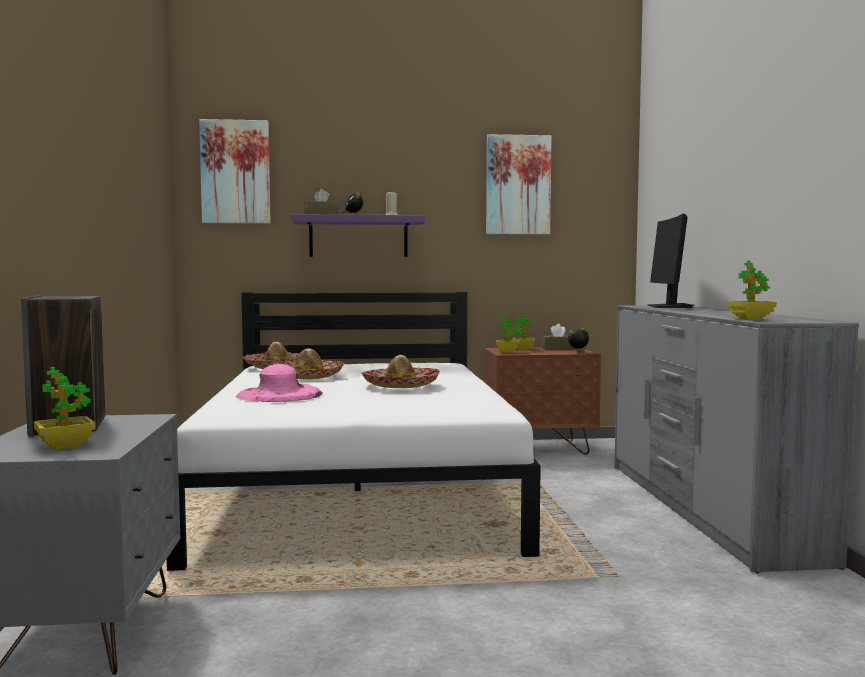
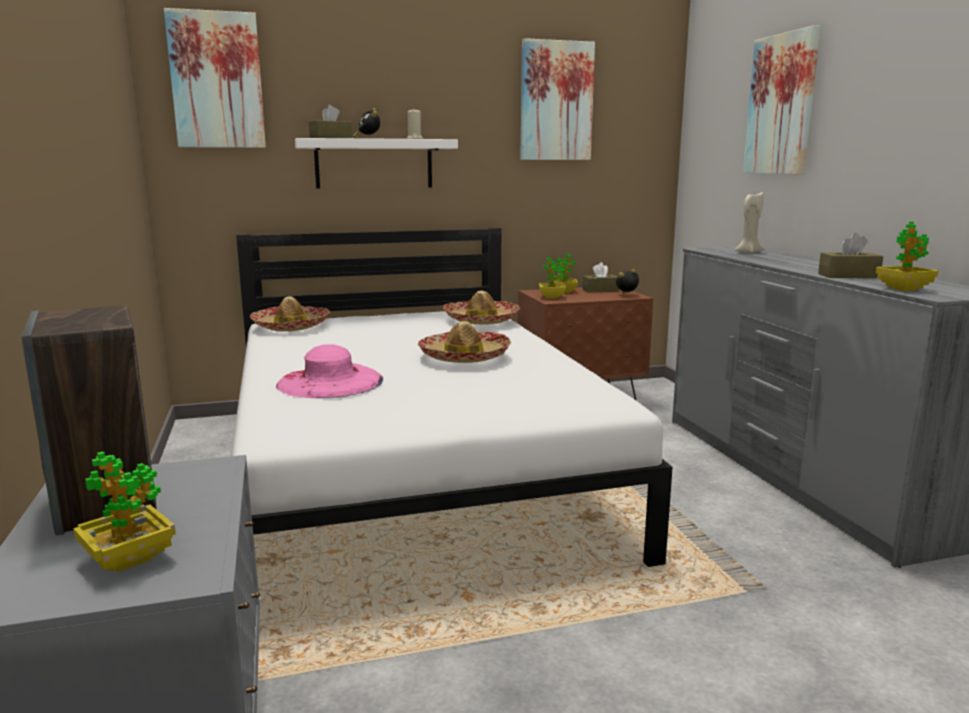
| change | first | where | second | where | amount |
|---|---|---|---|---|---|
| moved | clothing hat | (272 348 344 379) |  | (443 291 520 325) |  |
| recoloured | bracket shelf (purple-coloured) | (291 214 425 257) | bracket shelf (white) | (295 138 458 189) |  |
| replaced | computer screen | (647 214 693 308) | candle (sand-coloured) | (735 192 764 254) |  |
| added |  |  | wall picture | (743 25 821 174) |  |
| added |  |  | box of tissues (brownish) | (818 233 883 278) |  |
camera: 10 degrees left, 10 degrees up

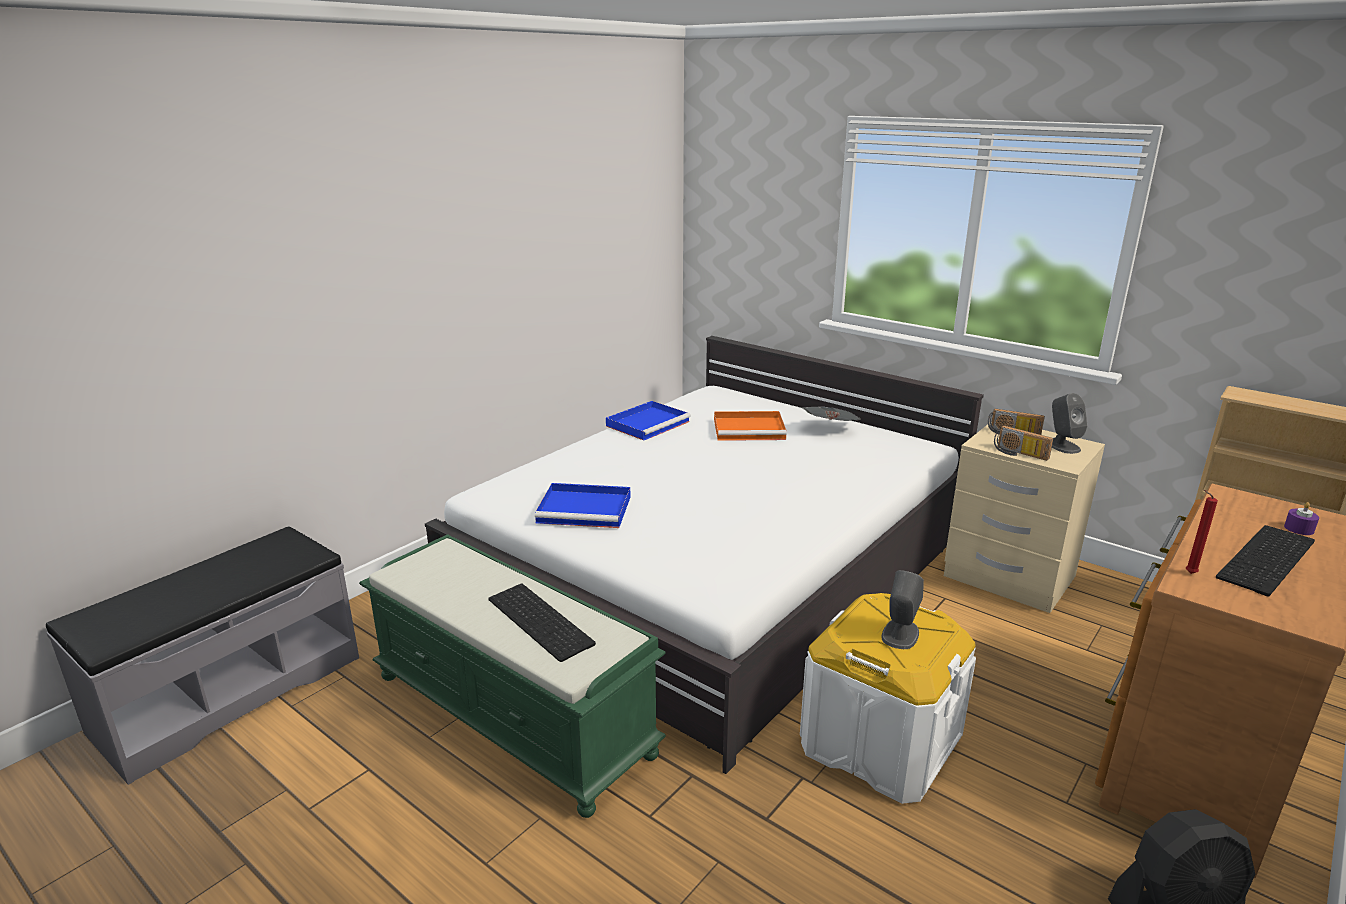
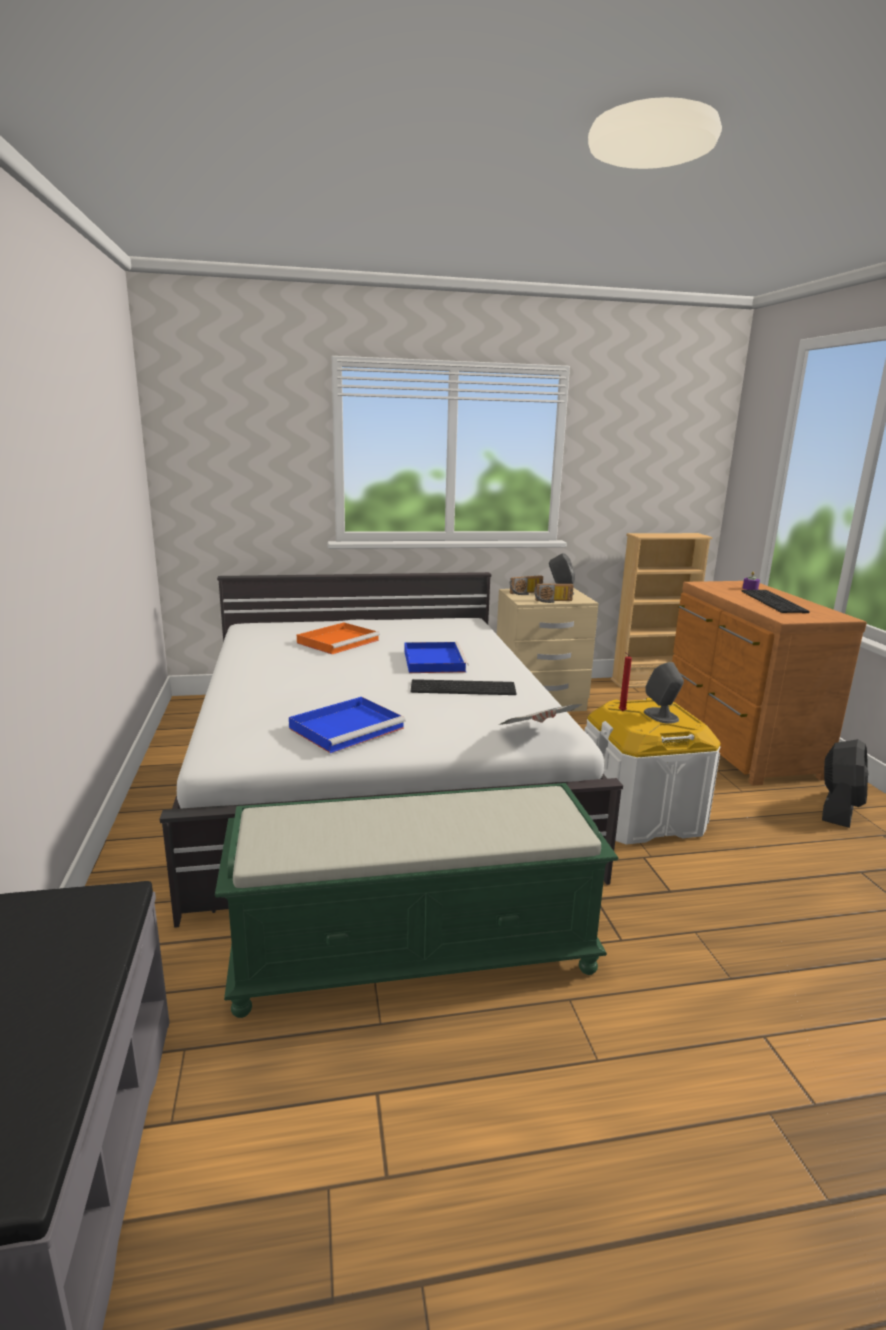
| change | first | where | second | where | amount |
|---|---|---|---|---|---|
| moved | PC keyboard | (488 583 596 662) |  | (411 679 516 695) |  |
| moved | tray (blue) | (606 401 691 440) |  | (404 642 469 673) |  |
| moved | printed paper | (801 407 861 421) |  | (500 704 582 725) |  |
| moved | candle (reddish) | (1186 490 1218 574) |  | (619 652 632 711) |  |
camera: 50 degrees left, 5 degrees down

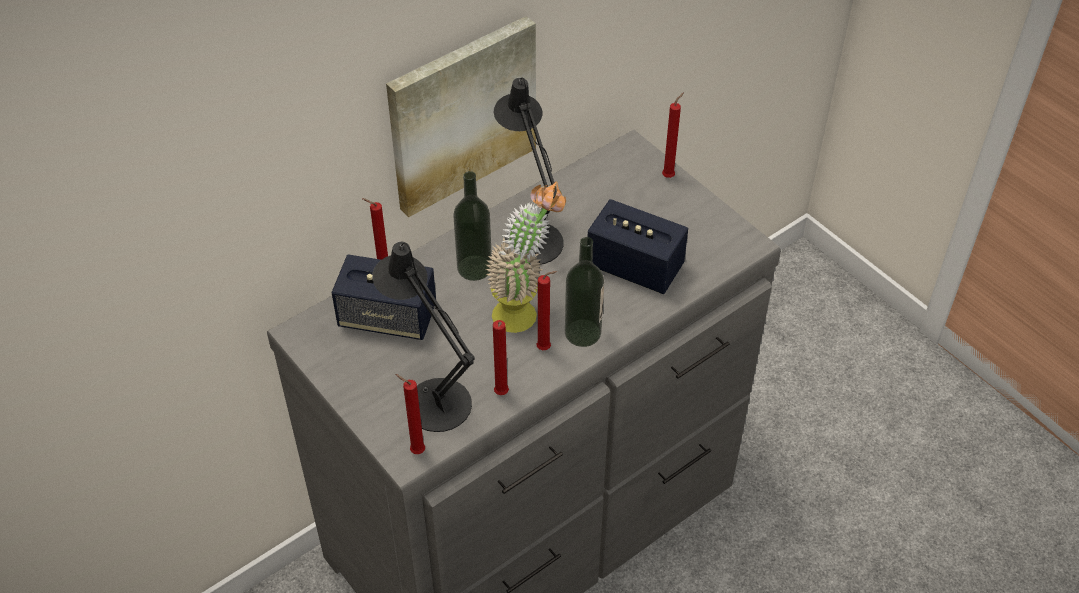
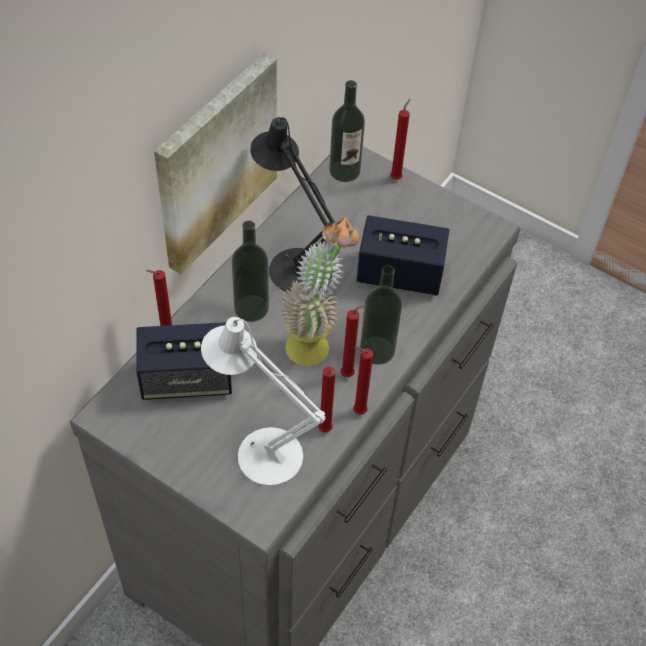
| change | first | where | second | where | amount |
|---|---|---|---|---|---|
| recoloured | lamp for a table (black-coloured) | (372 242 475 432) | lamp for a table (white) | (201 317 326 486) |  |
| moved | candle (reddish) | (395 374 425 454) |  | (353 347 373 415) |  |
| added |  |  | bottle | (329 80 365 182) |  |
camera: 20 degrees left, 5 degrees up

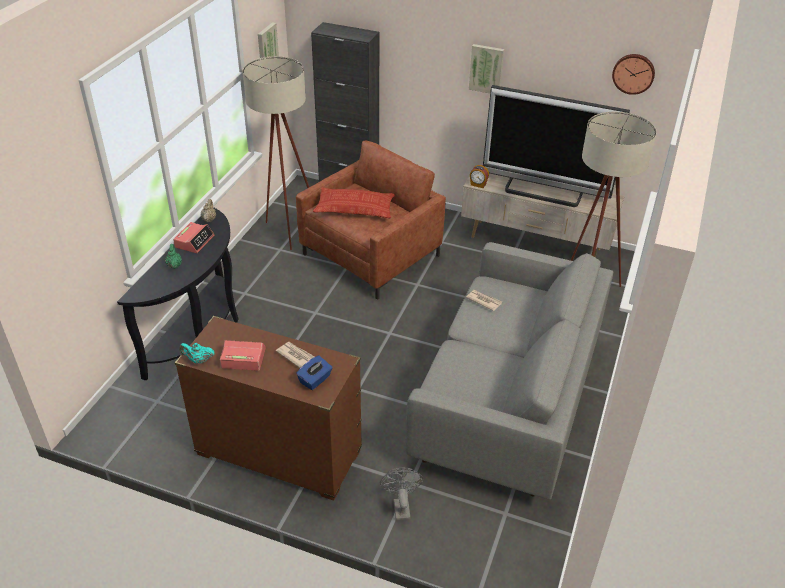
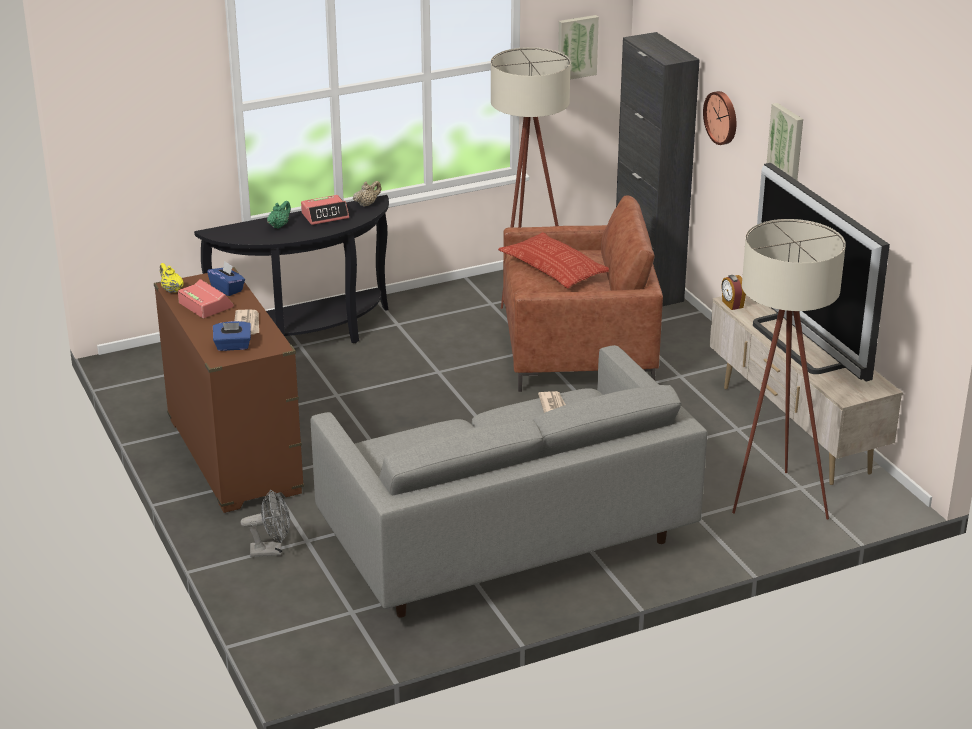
| change | first | where | second | where | amount |
|---|---|---|---|---|---|
| recoloured | teapot (turquoise-coloured) | (180 343 215 364) | teapot (yellow-coloured) | (160 263 184 293) |  |
| turned | cooling fan (greyish) | (380 467 423 521) |  | (240 490 290 557) | 45 degrees clockwise |
| moved | clock on the wall | (612 54 655 95) |  | (703 91 736 145) |  |
| added |  |  | box of tissues (blue) | (207 261 245 296) |  |
camera: 45 degrees right, 10 degrees down

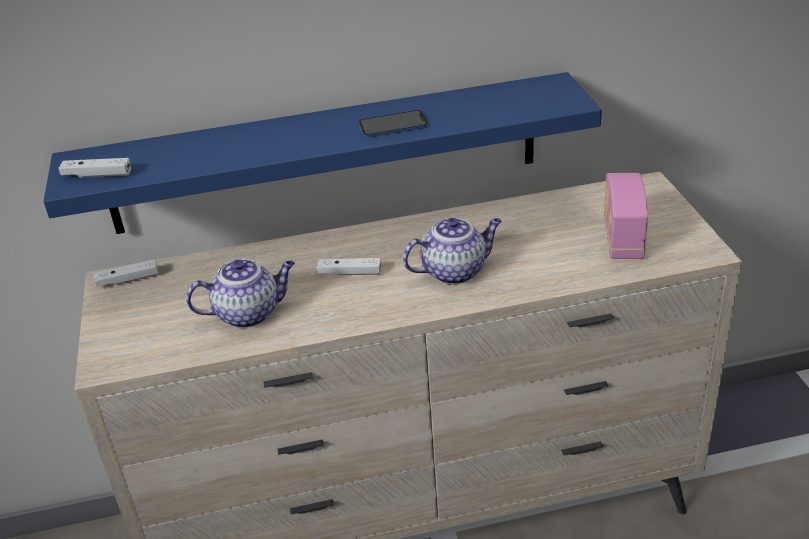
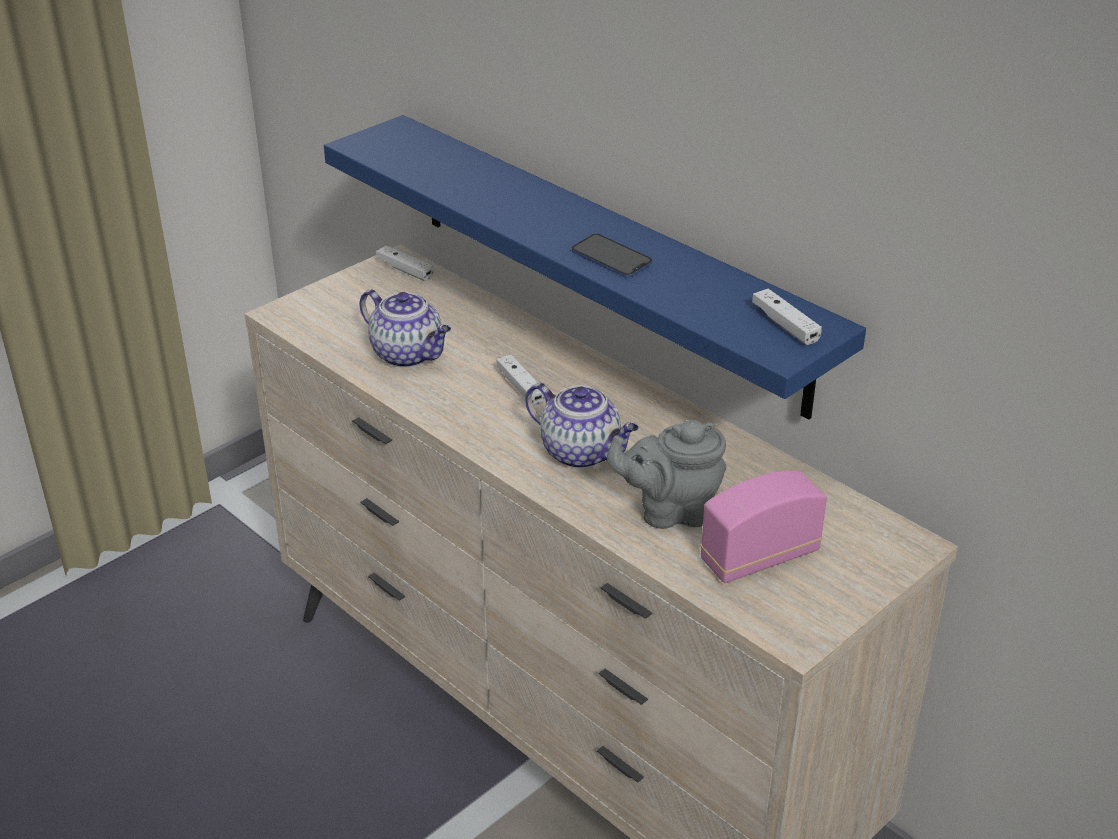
| change | first | where | second | where | amount |
|---|---|---|---|---|---|
| moved | joypad (white) | (58 158 131 178) |  | (752 289 822 345) |  |
| added |  |  | teapot (greyish) | (607 420 726 529) |  |
camera: 55 degrees right, 0 degrees up

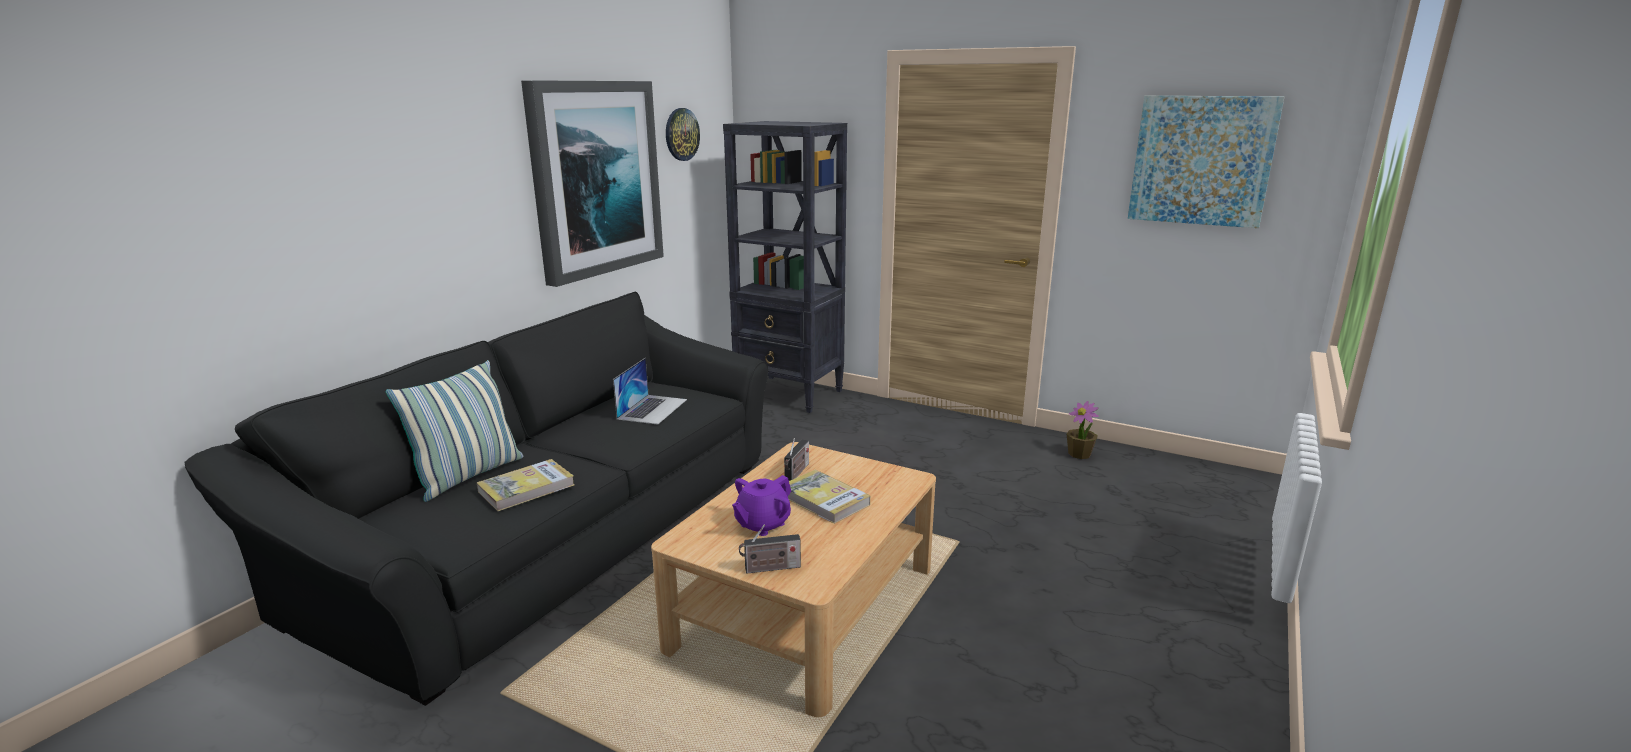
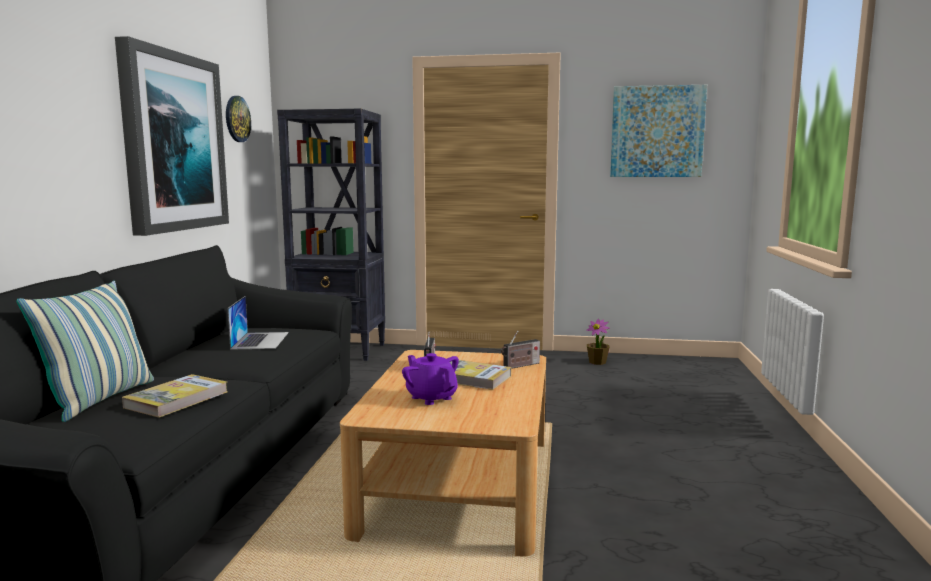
| change | first | where | second | where | amount |
|---|---|---|---|---|---|
| turned | teapot (purple-coloured) | (732 475 791 536) |  | (402 353 459 405) | 120 degrees clockwise |
| moved | radio receiver | (739 525 801 573) |  | (501 331 540 369) |  |
camera: 20 degrees left, 10 degrees down

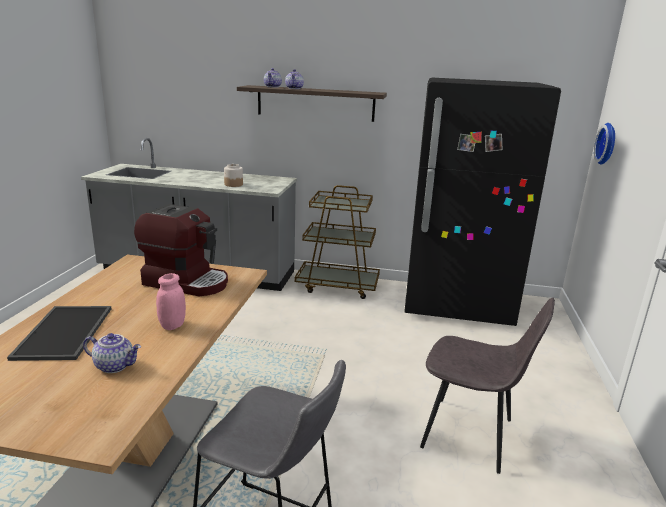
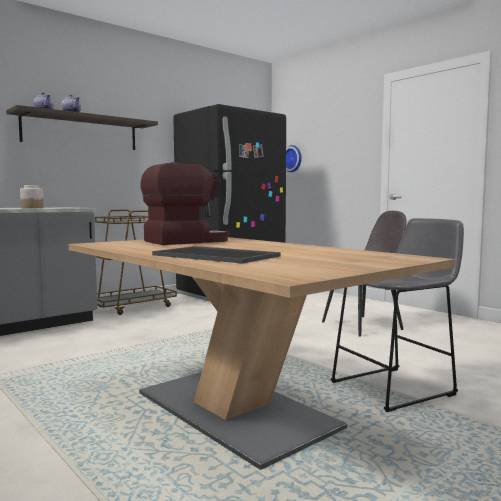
| change | first | where | second | where | amount |
|---|---|---|---|---|---|
| removed | teapot | (83 333 141 373) |  |  |  |
| removed | storage jar (pinkish) | (156 273 186 330) |  |  |  |
camera: 50 degrees left, 15 degrees down

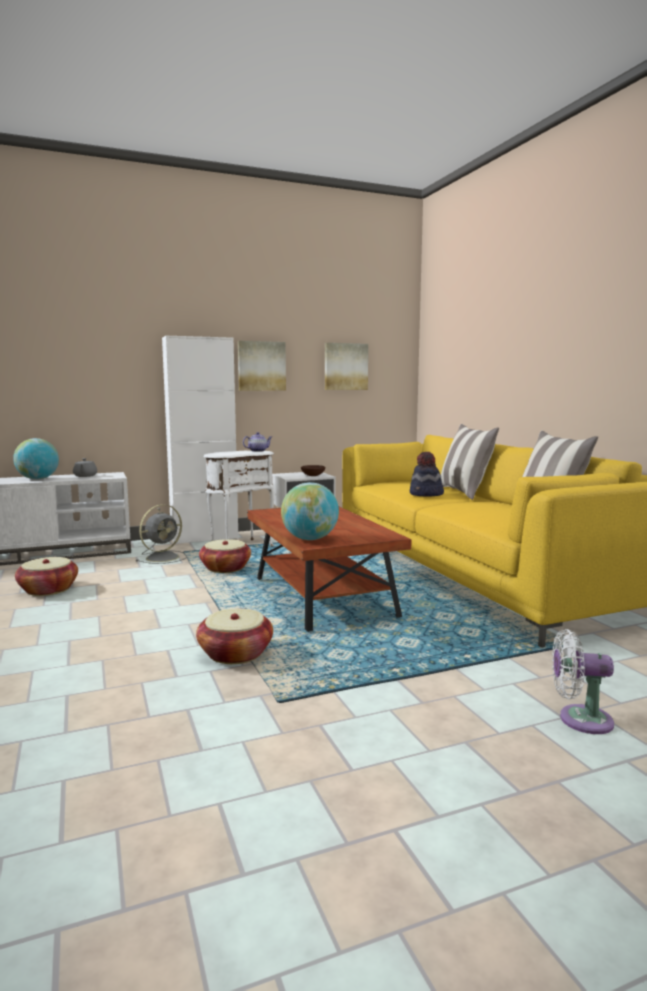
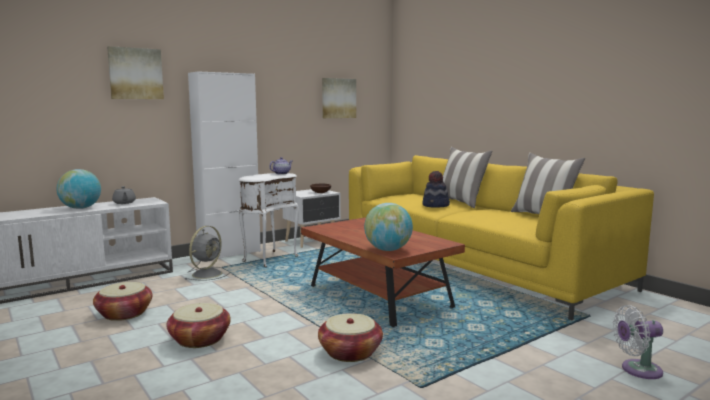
| change | first | where | second | where | amount |
|---|---|---|---|---|---|
| moved | basket | (199 539 251 573) |  | (166 303 231 348) |  |
| moved | wall picture | (238 341 286 391) |  | (107 46 164 99) |  |
camera: 15 degrees left, 0 degrees up

